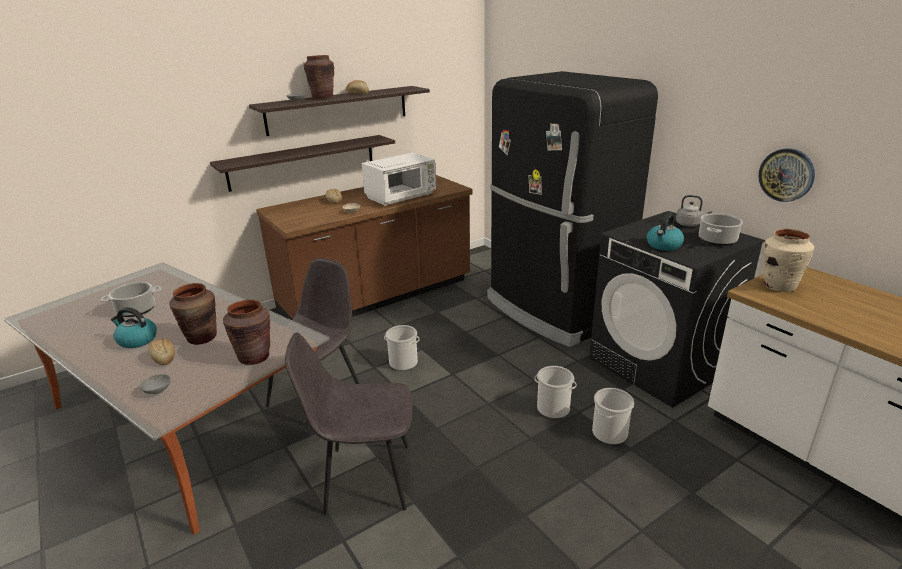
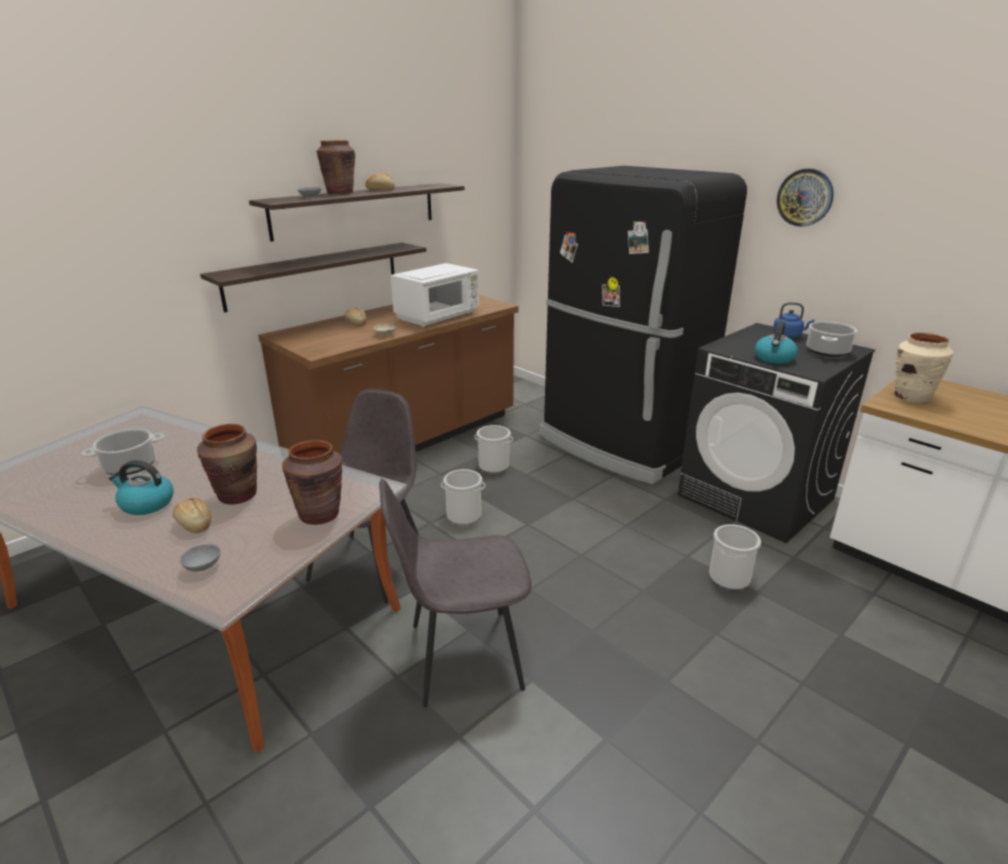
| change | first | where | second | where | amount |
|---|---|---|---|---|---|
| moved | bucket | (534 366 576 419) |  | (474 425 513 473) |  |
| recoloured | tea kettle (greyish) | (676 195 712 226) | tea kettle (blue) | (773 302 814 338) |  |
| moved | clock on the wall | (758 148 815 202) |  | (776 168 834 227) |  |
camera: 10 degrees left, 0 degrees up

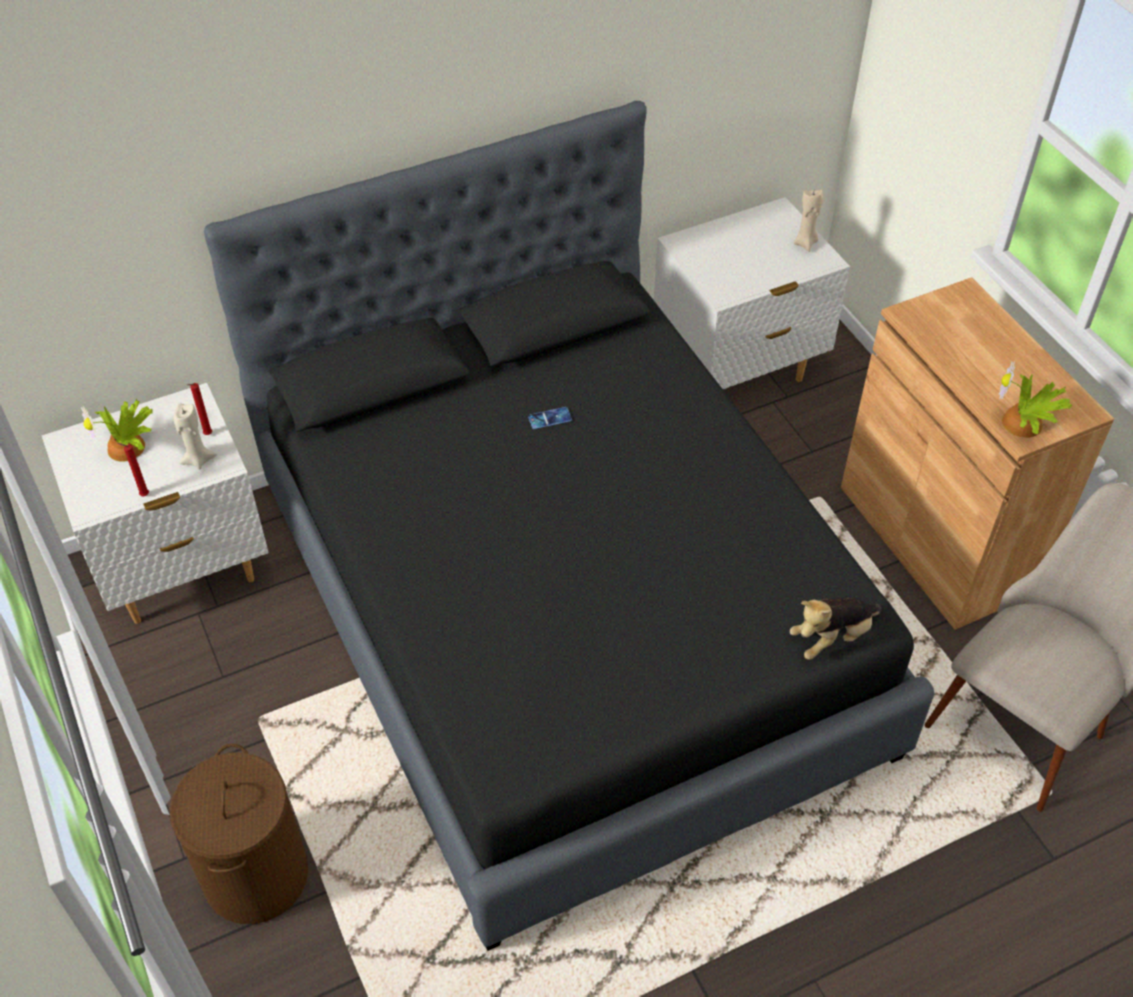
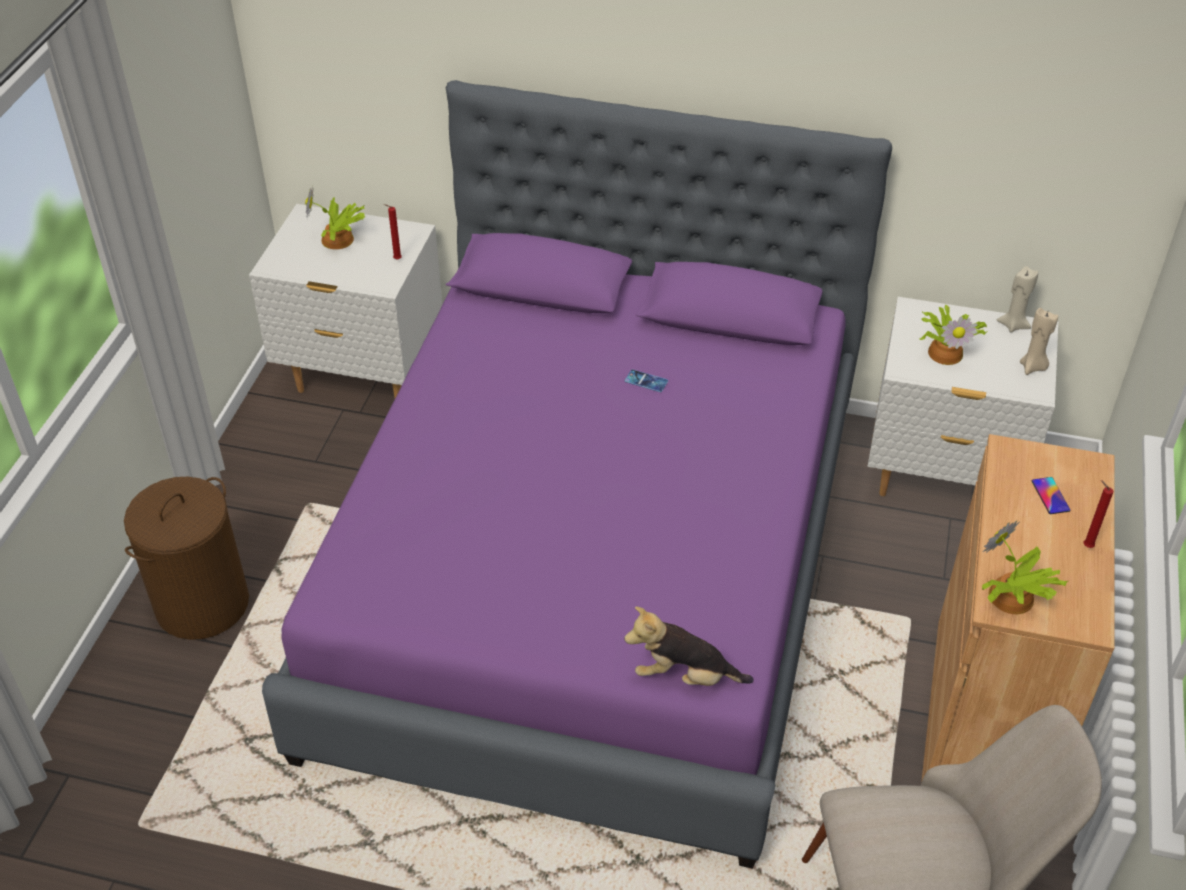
| change | first | where | second | where | amount |
|---|---|---|---|---|---|
| moved | candle (reddish) | (117 443 149 497) |  | (1084 480 1113 548) |  |
| moved | candle (sand-coloured) | (174 403 217 469) |  | (997 266 1038 332) |  |
| recoloured | bed (black-coloured) | (204 101 935 951) | bed (purple-coloured) | (262 80 892 869) |  |
| added |  |  | houseplant | (919 304 988 365) |  |
| added |  |  | telephone | (1032 477 1070 514) |  |
camera: 40 degrees right, 5 degrees down

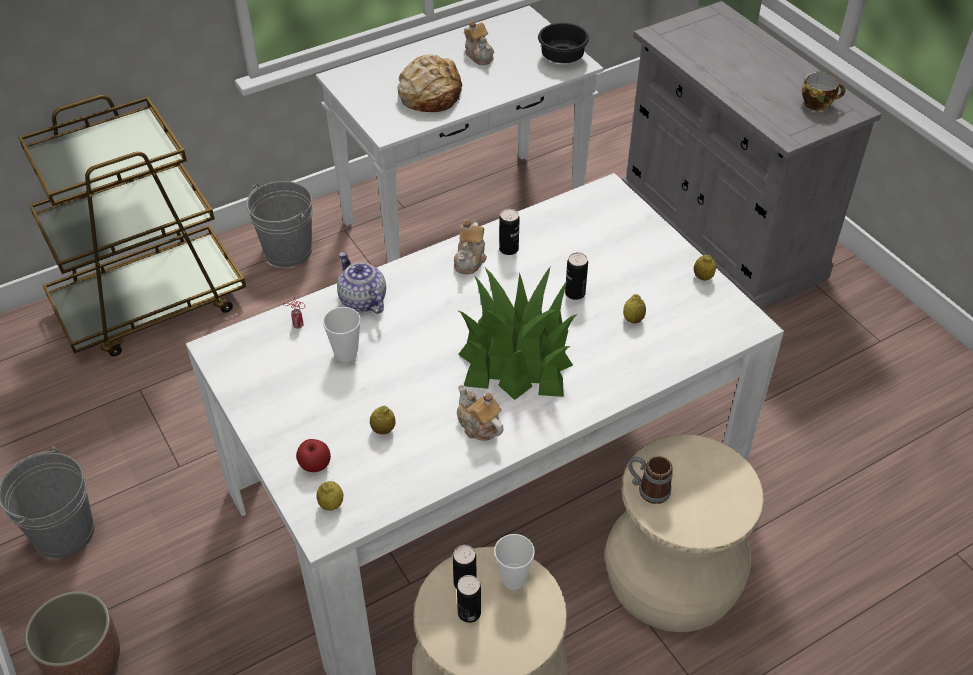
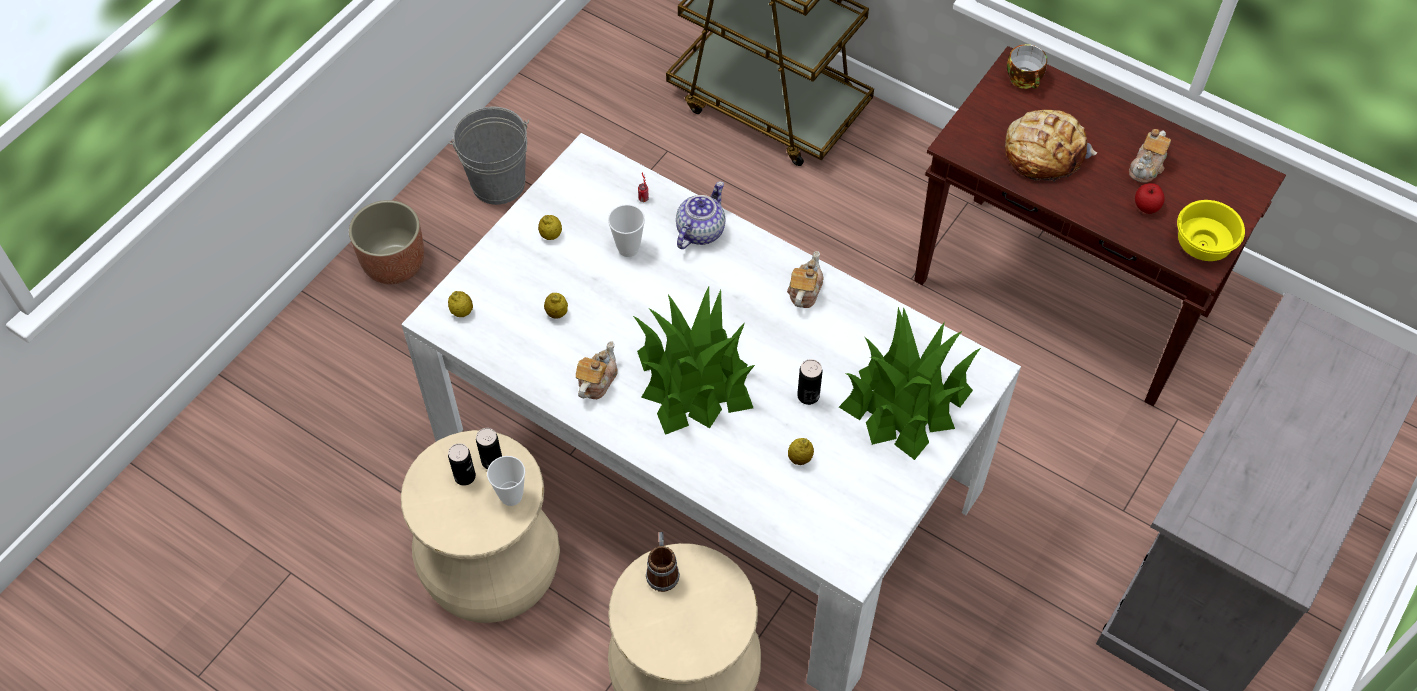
| change | first | where | second | where | amount |
|---|---|---|---|---|---|
| removed | bucket (greyish) | (246 181 313 267) |  |  |  |
| moved | whole apple | (296 439 331 472) |  | (1135 183 1165 214) |  |
| recoloured | hall table (white) | (316 6 604 263) | hall table (brownish) | (914 46 1286 406) |  |
| turned | teapot | (454 220 487 275) |  | (787 251 823 308) | 120 degrees clockwise |
| removed | metal can | (499 209 520 255) |  |  |  |
| recoloured | serving bowl (black-coloured) | (538 23 589 63) | serving bowl (yellow-coloured) | (1177 200 1245 261) |  |
| moved | whole lemon | (694 255 716 281) |  | (538 215 562 240) |  |
| moved | drinking cup | (802 72 846 111) |  | (1007 44 1047 89) |  |
| added |  |  | houseplant | (839 307 981 460) |  |
camera: 65 degrees right, 10 degrees up

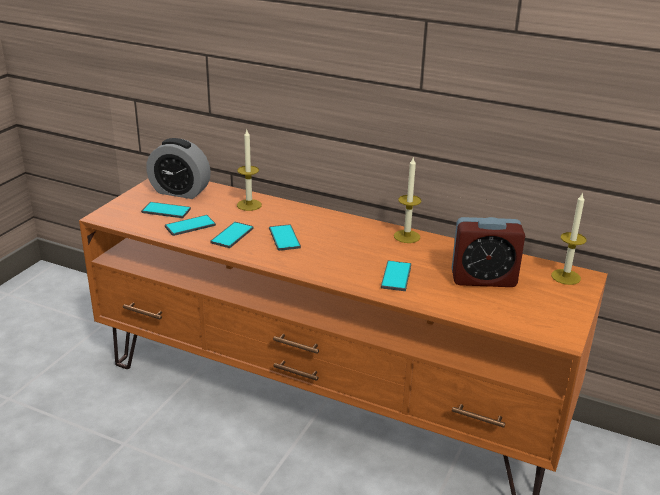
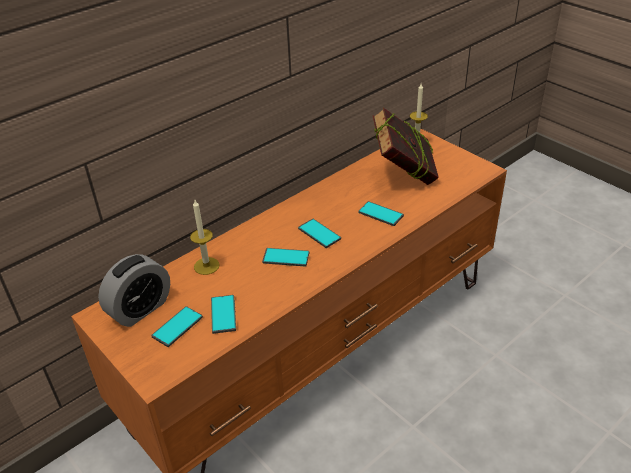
| change | first | where | second | where | amount |
|---|---|---|---|---|---|
| moved | telephone | (210 222 254 248) |  | (298 219 341 248) |  |
| removed | candle | (394 158 421 243) |  |  |  |
| replaced | table clock | (452 217 525 287) | volume | (373 108 439 185) |  |
camera: 65 degrees left, 10 degrees up

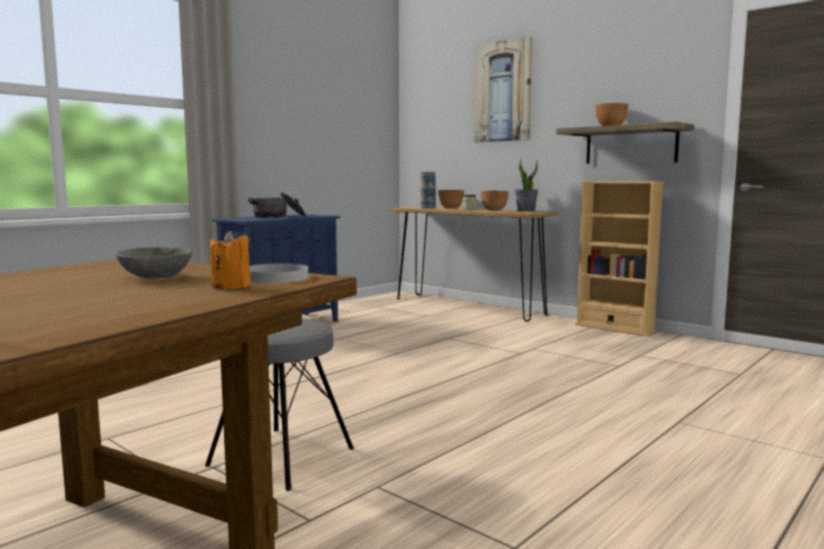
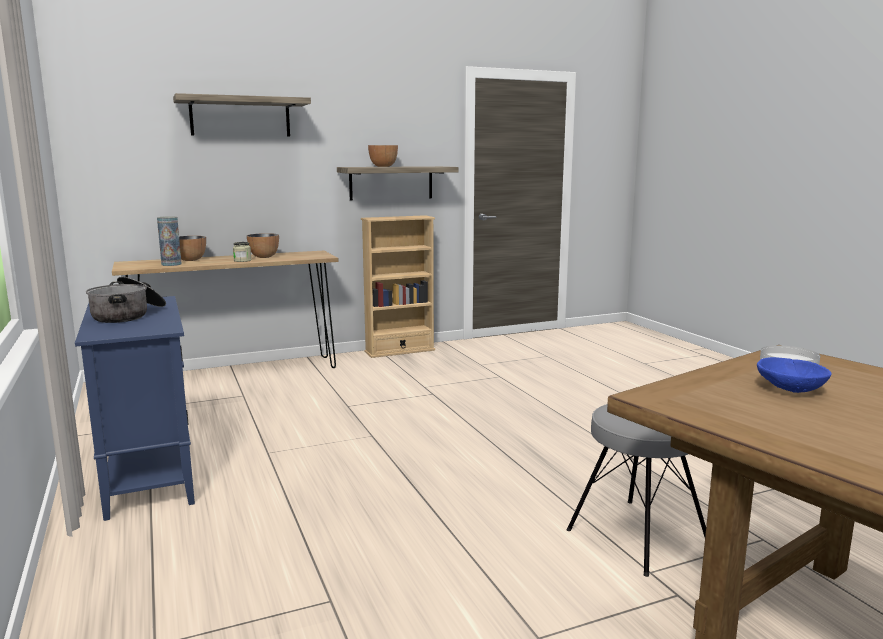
| change | first | where | second | where | amount |
|---|---|---|---|---|---|
| recoloured | serving bowl (greyish) | (115 247 192 278) | serving bowl (blue) | (757 357 831 393) |  |
| removed | candle (orange) | (210 231 251 289) |  |  |  |
| replaced | wall picture | (474 36 533 142) | bracket shelf | (173 93 311 136) |  |
| removed | houseplant | (515 158 538 211) |  |  |  |
camera: 65 degrees left, 5 degrees up

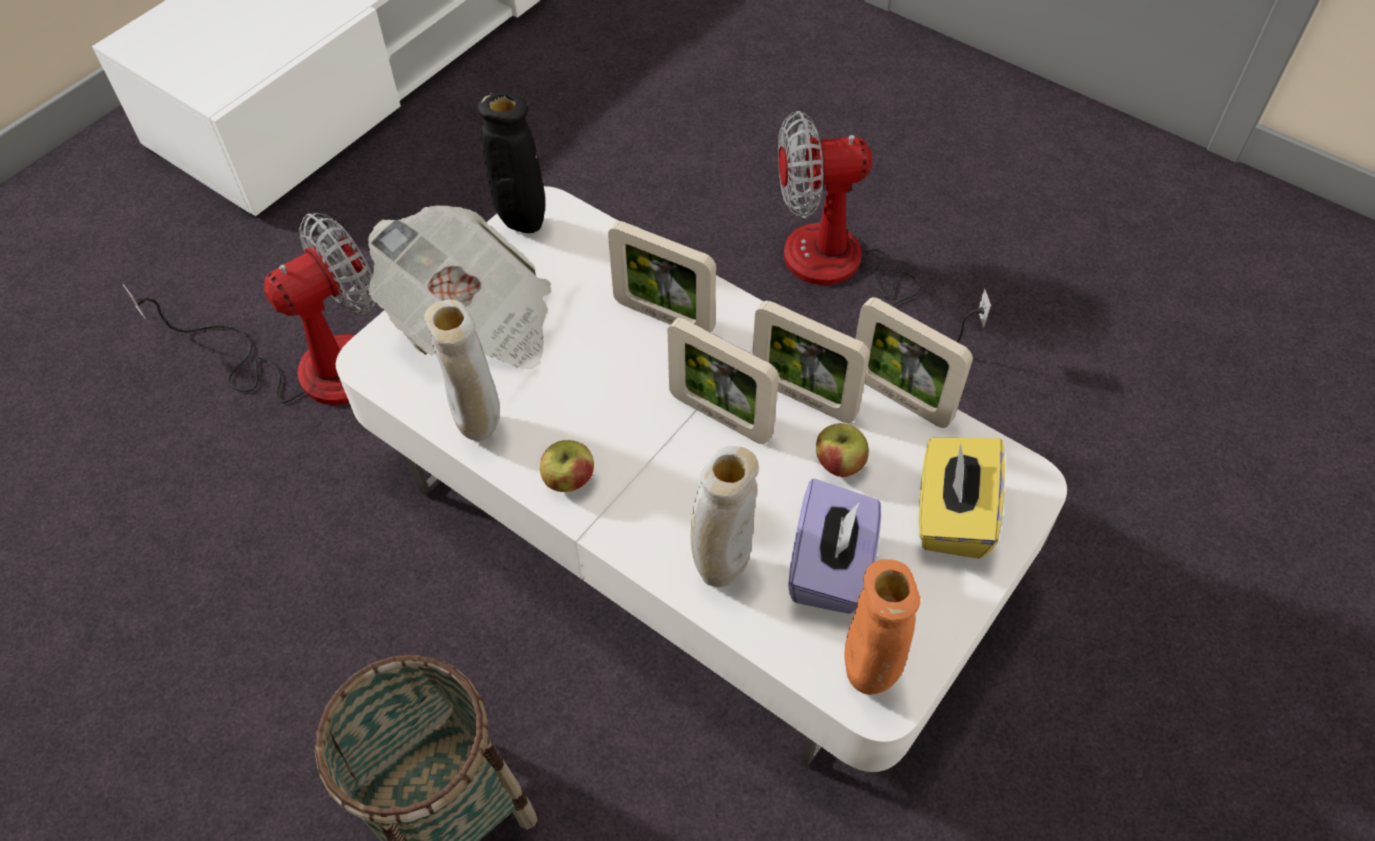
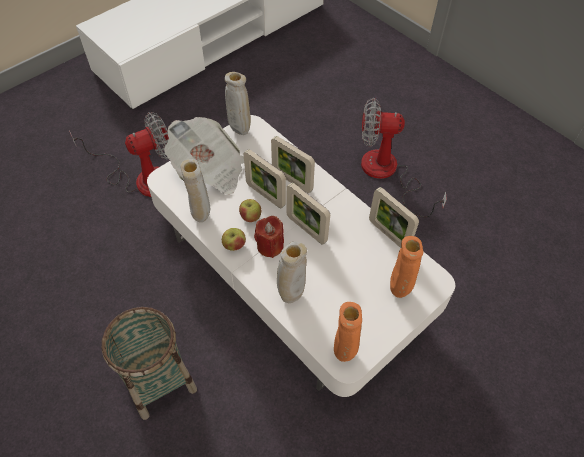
| change | first | where | second | where | amount |
|---|---|---|---|---|---|
| recoloured | flower vase (black-coloured) | (478 92 545 233) | flower vase (sand-coloured) | (225 72 251 135) |  |
| moved | standing frame | (752 301 870 423) |  | (244 149 286 208) |  |
| removed | box of tissues (purple-coloured) | (788 478 881 614) |  |  |  |
| moved | whole apple | (816 423 869 477) |  | (239 199 261 222) |  |
| replaced | box of tissues (yellow-coloured) | (919 438 1005 559) | flower vase (orange) | (390 236 423 298) |  |
| added |  |  | candle (reddish) | (254 216 284 258) |  |
camera: 10 degrees right, 0 degrees up

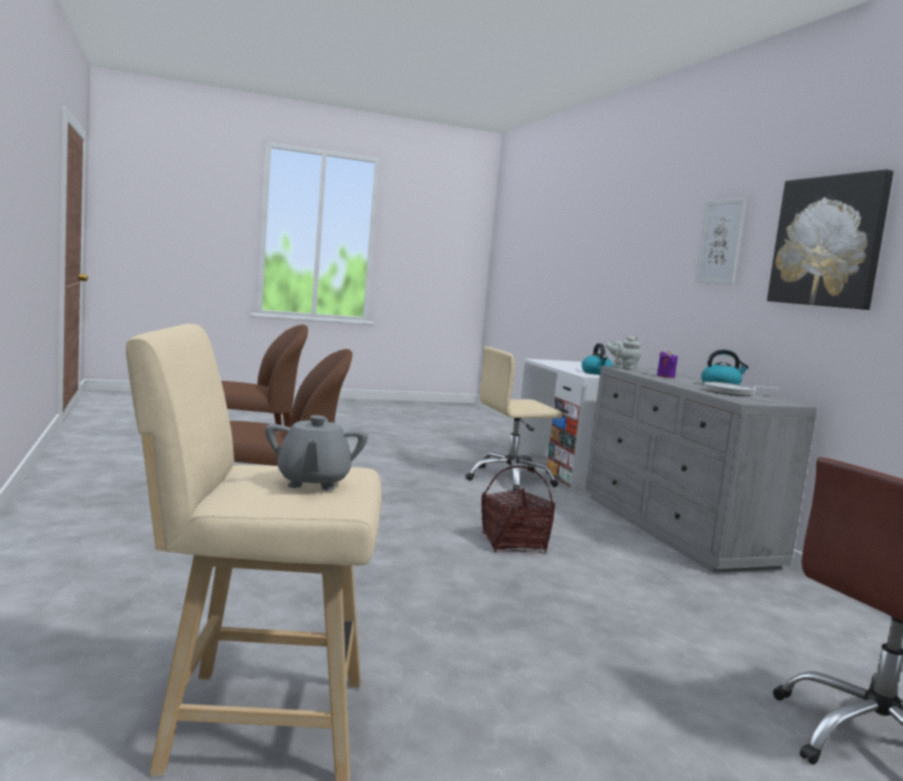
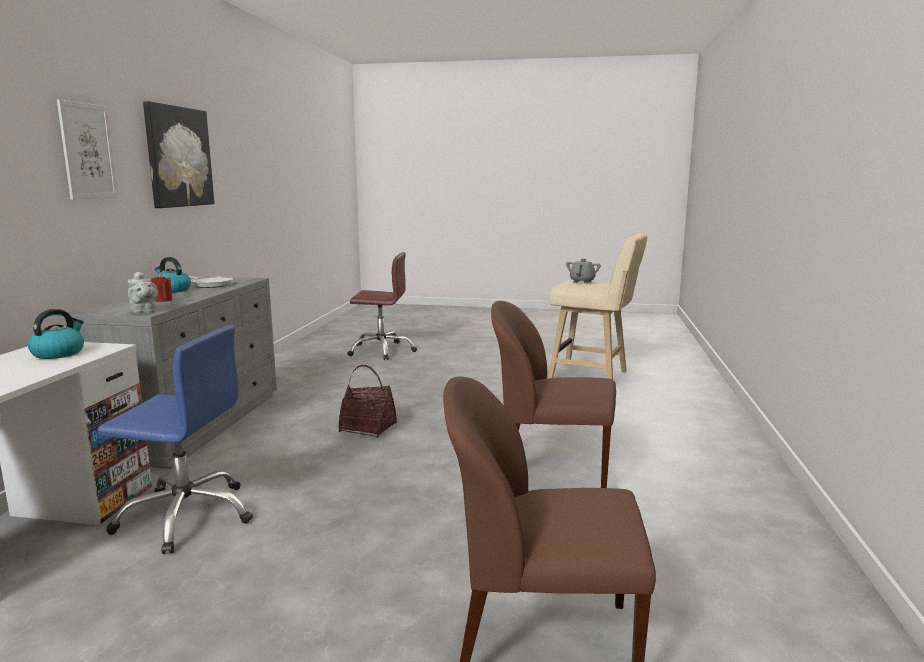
| change | first | where | second | where | amount |
|---|---|---|---|---|---|
| recoloured | office chair (sand-coloured) | (466 346 562 492) | office chair (blue) | (97 325 253 554) |  |
| recoloured | candle (purple-coloured) | (657 351 678 378) | candle (reddish) | (150 274 172 302) |  |
camera: 150 degrees left, 5 degrees up

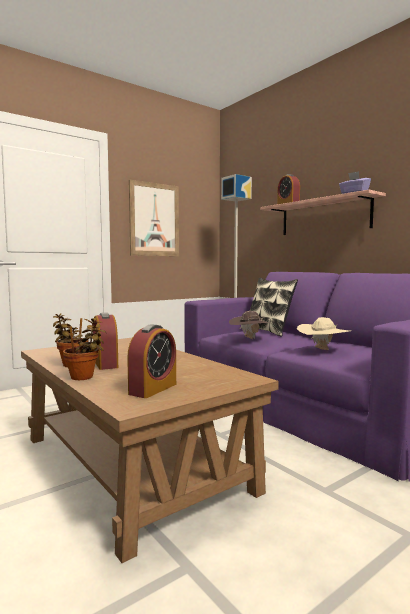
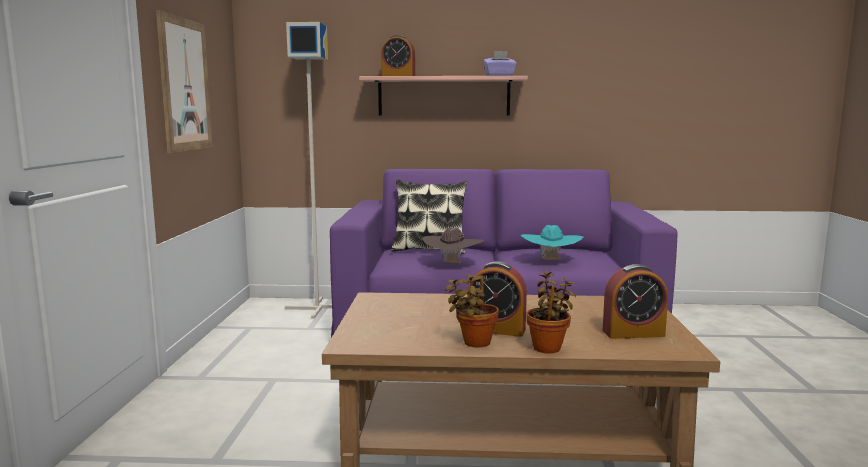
| change | first | where | second | where | amount |
|---|---|---|---|---|---|
| turned | table clock | (127 324 176 398) |  | (603 264 668 339) | 105 degrees clockwise |
| recoloured | clothing hat (sand-coloured) | (297 317 350 350) | clothing hat (turquoise-coloured) | (521 225 583 260) |  |
camera: 50 degrees left, 5 degrees up

